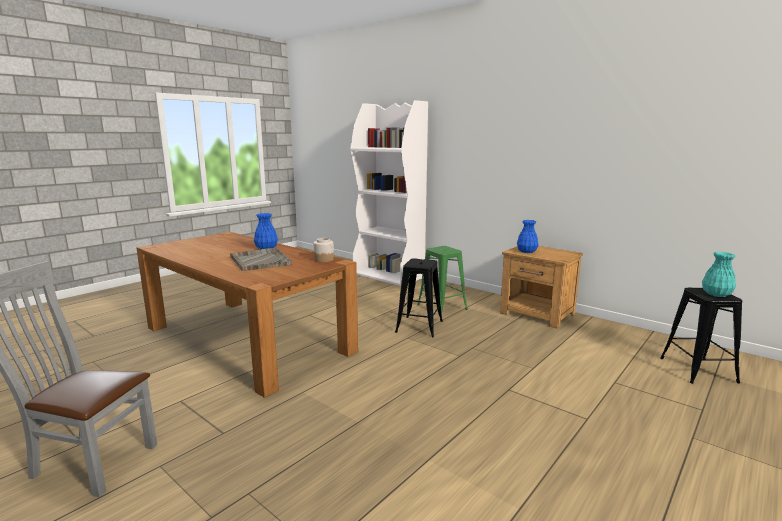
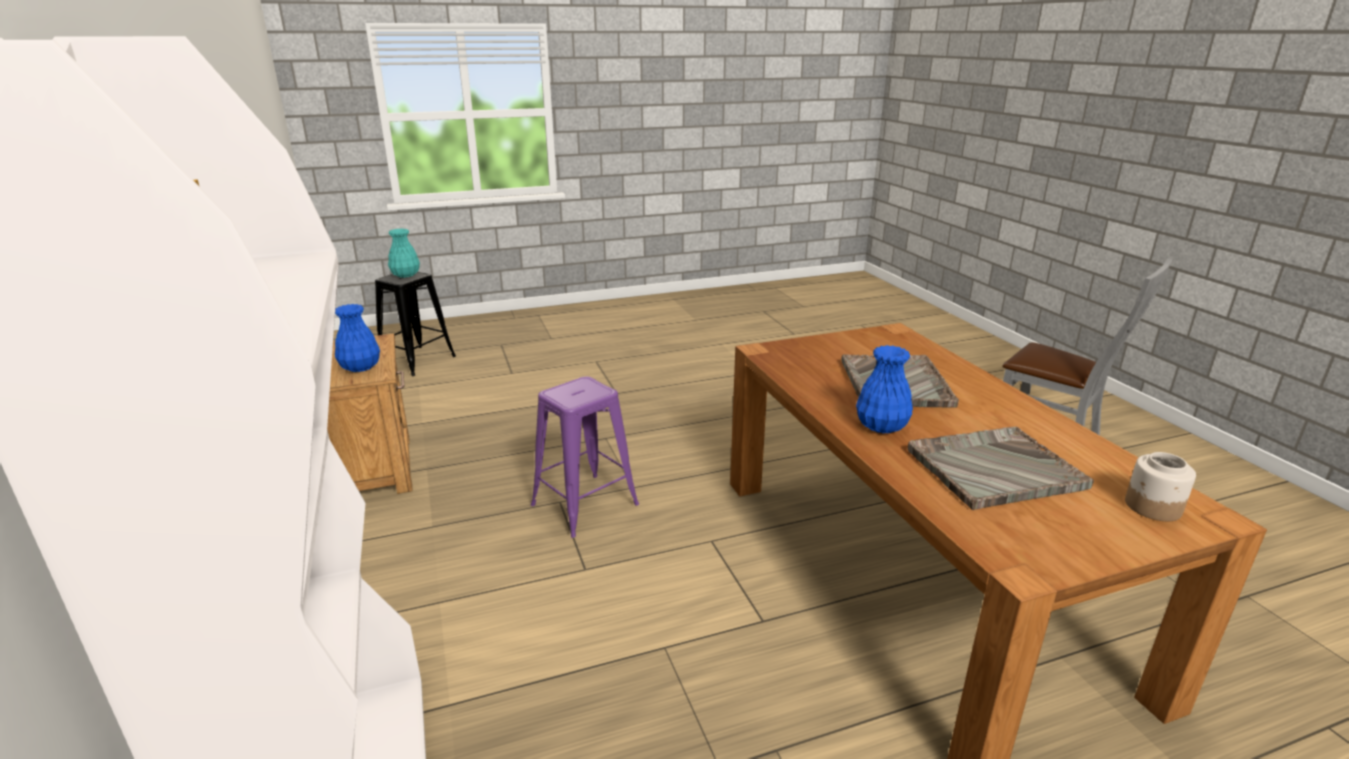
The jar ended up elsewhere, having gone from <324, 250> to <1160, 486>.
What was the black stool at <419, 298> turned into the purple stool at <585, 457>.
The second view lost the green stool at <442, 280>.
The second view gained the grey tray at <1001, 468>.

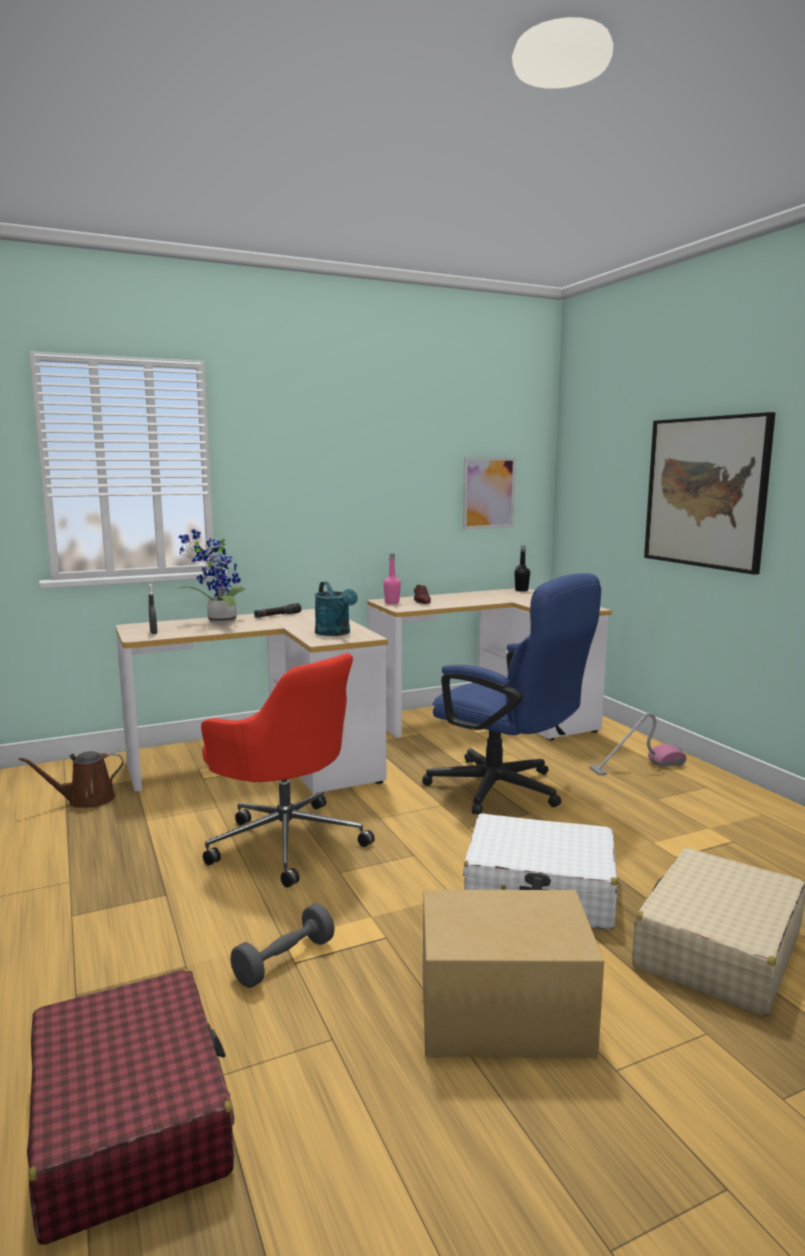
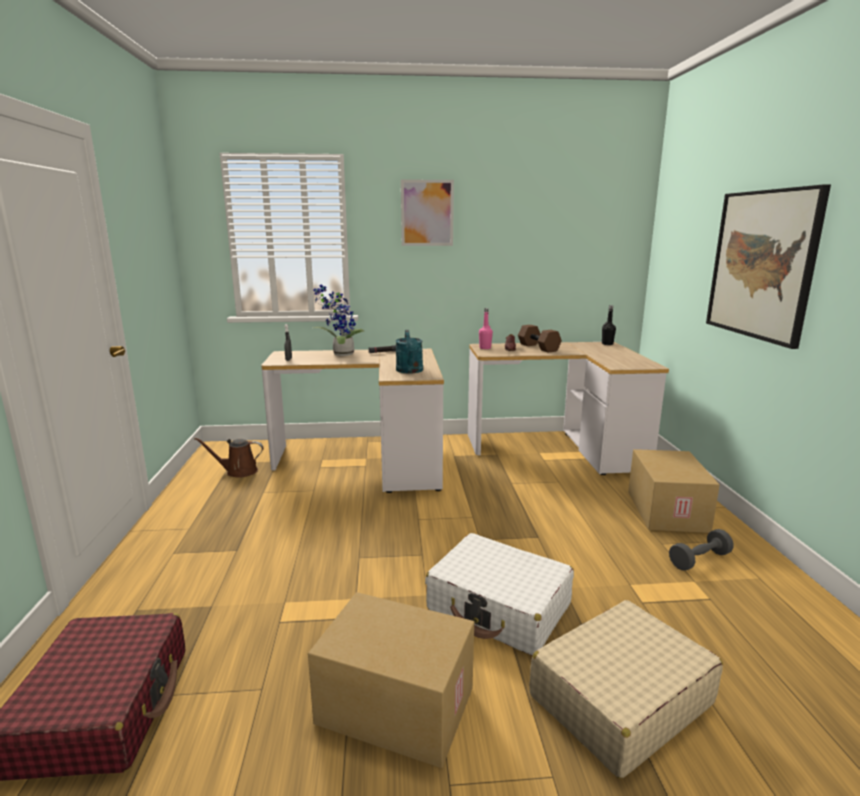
The second view lost the red office chair at <288, 770>.
The grey dumbbell ended up elsewhere, having gone from <282, 945> to <701, 550>.
The second view lost the blue office chair at <511, 694>.
The picture ended up elsewhere, having gone from <489, 493> to <427, 212>.
Where the vacuum cleaner stood at <637, 744>, the cardboard box came to stand at <674, 491>.
The second view gained the brown dumbbell at <540, 338>.

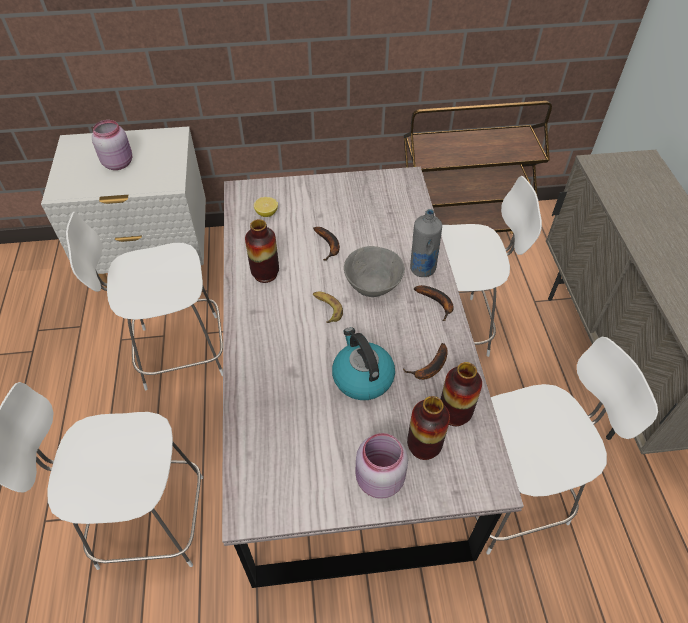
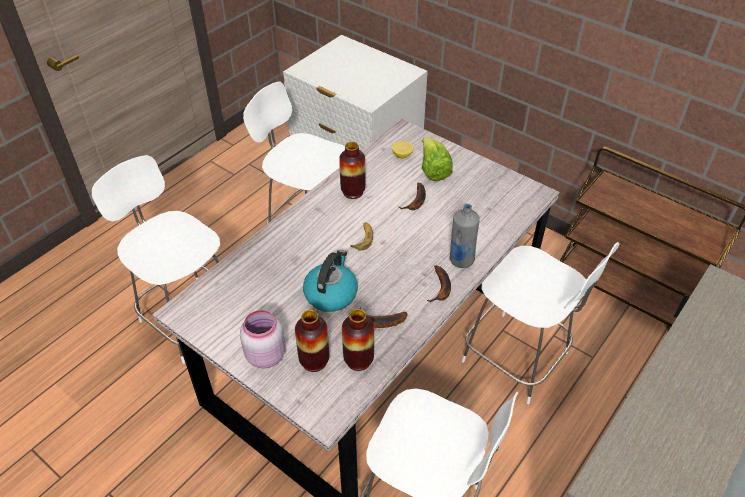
The second view lost the pink jar at <112, 145>.
The second view lost the grey bowl at <374, 271>.
The second view gained the lettuce at <437, 159>.

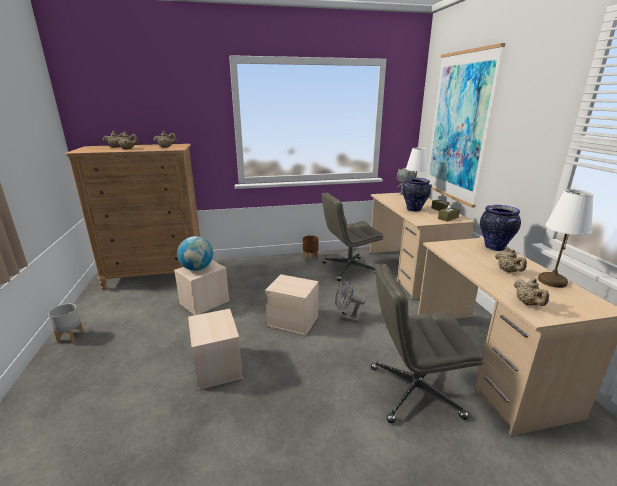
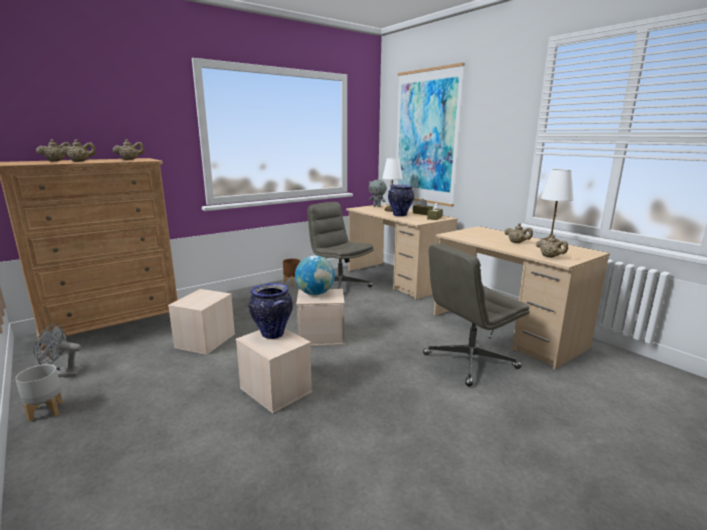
The globe ended up elsewhere, having gone from <195, 253> to <315, 275>.
The grey office chair at <352, 236> ended up facing another way, 90 degrees clockwise from before.
The grey fan ended up elsewhere, having gone from <350, 301> to <58, 350>.
The vase ended up elsewhere, having gone from <500, 228> to <271, 311>.

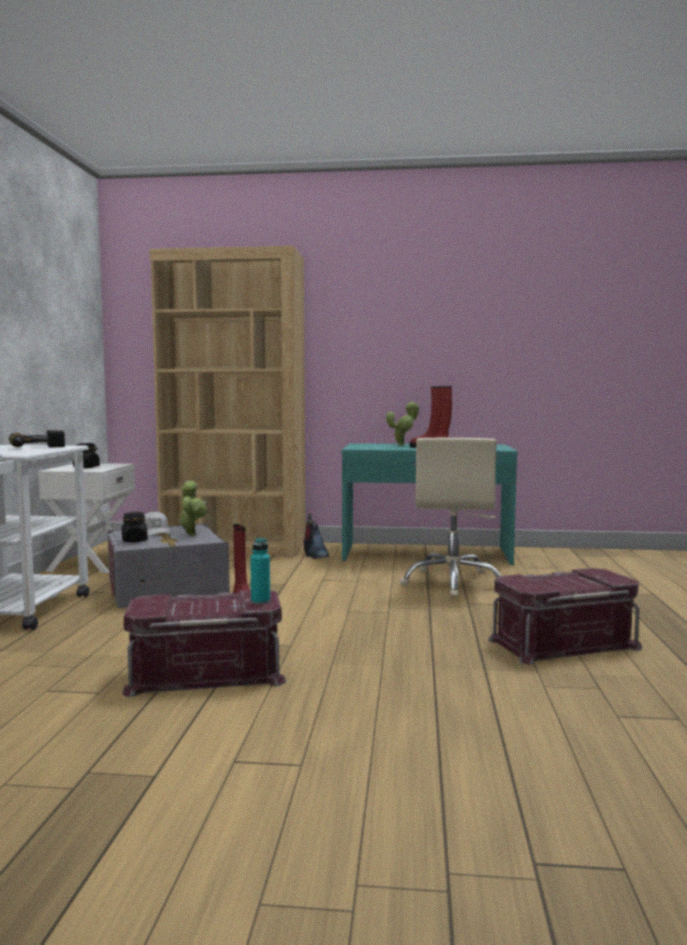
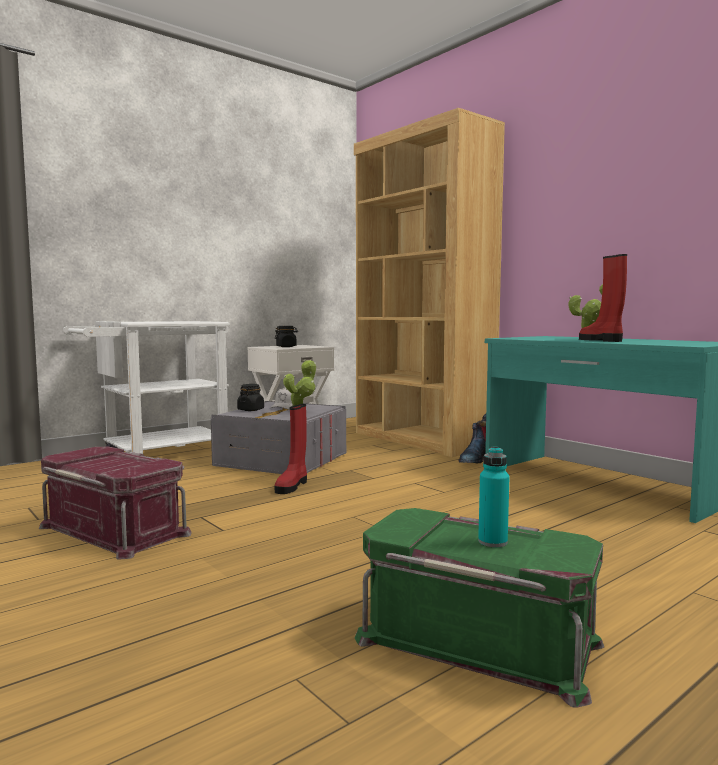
The second view lost the power drill at <37, 438>.
The turquoise bottle ended up elsewhere, having gone from <260, 571> to <493, 497>.
The second view lost the beige office chair at <450, 518>.
What was the red storage box at <565, 616> turned into the green storage box at <479, 608>.

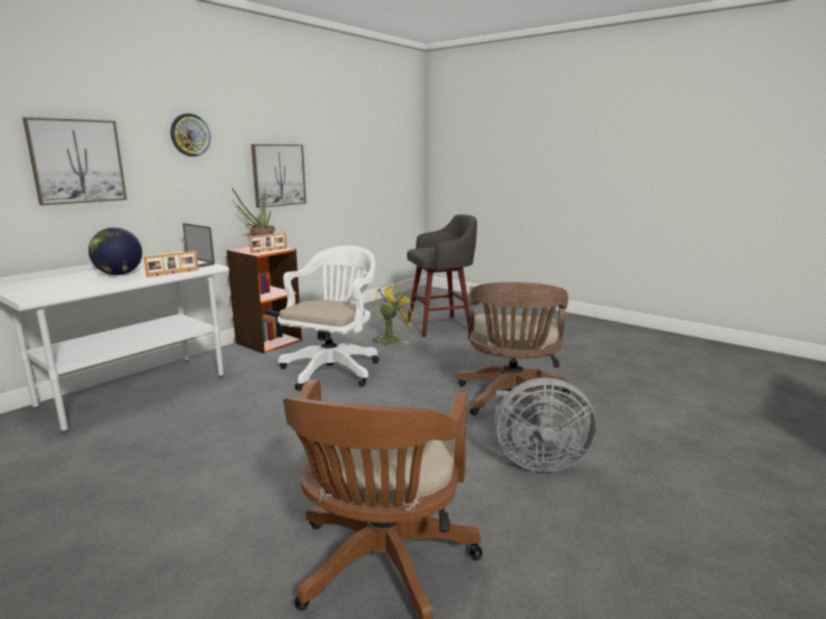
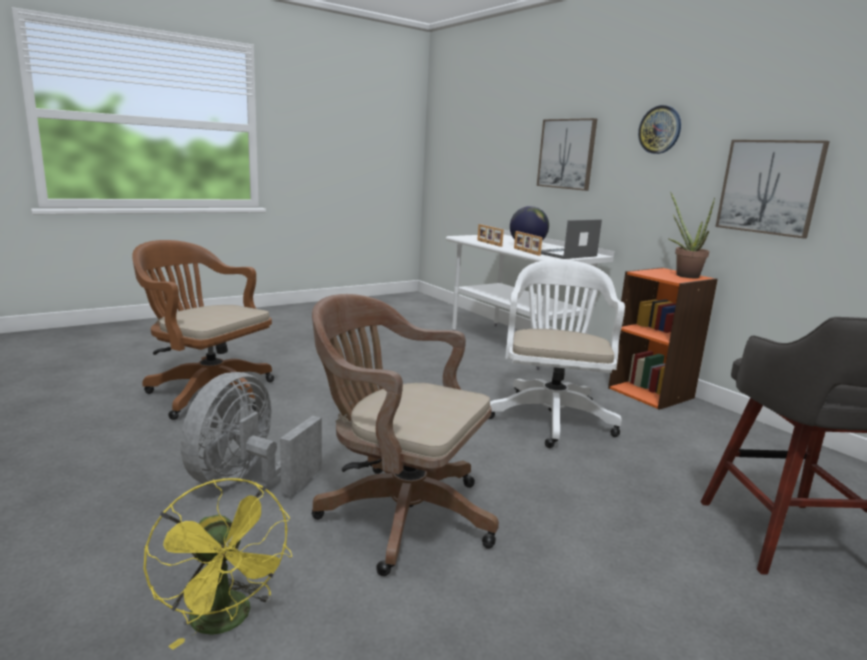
The picture frame ended up elsewhere, having gone from <268, 242> to <490, 235>.
The white office chair at <328, 318> ended up facing another way, 120 degrees counterclockwise from before.
The yellow fan ended up elsewhere, having gone from <394, 313> to <218, 564>.

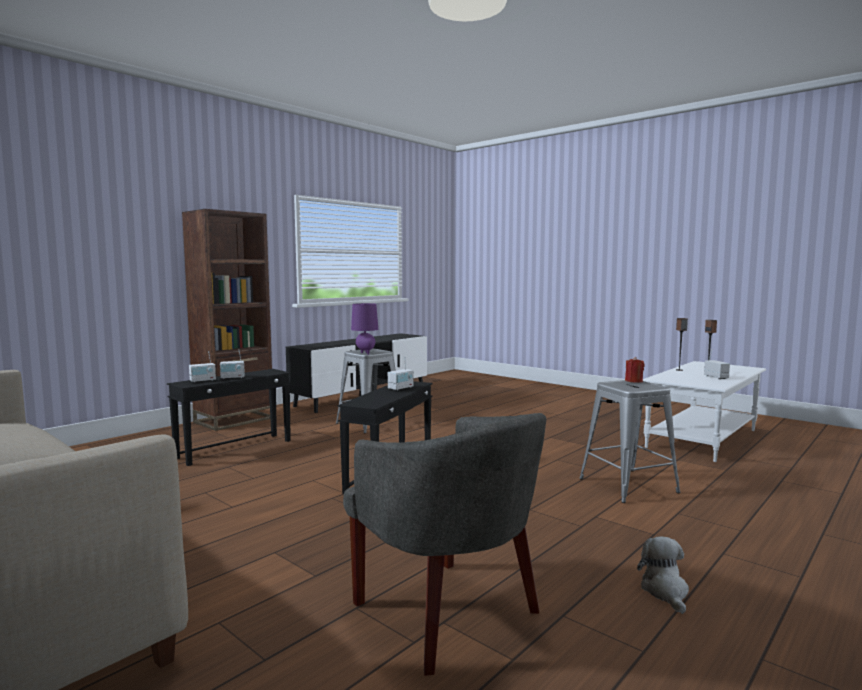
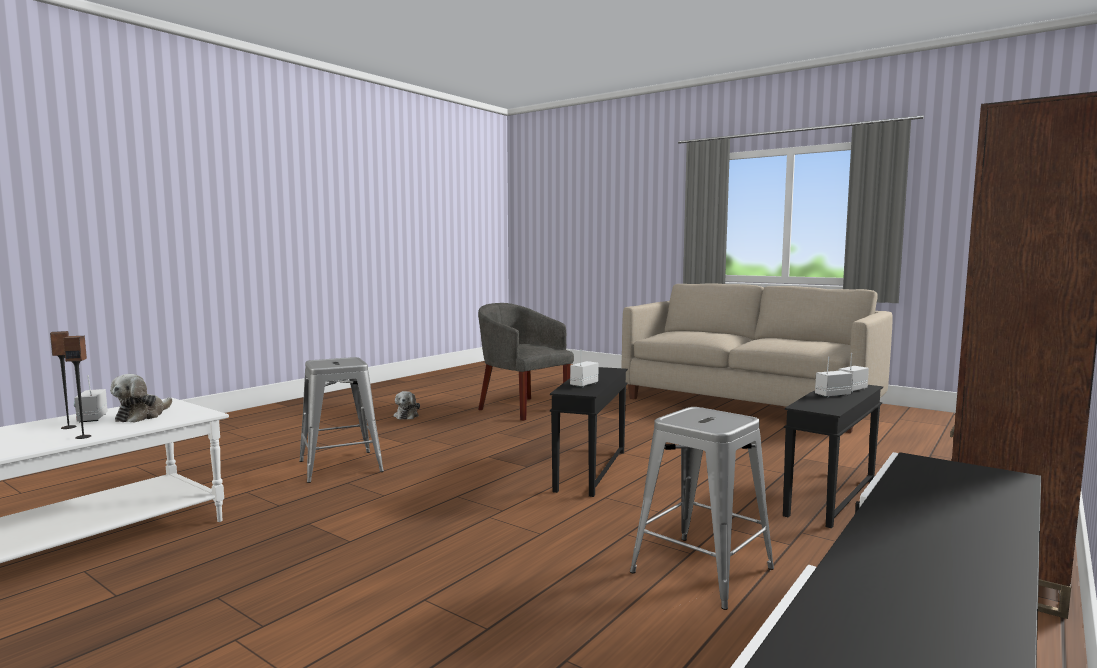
The second view lost the purple table lamp at <364, 328>.
The second view lost the red candle at <634, 370>.
The second view gained the plush toy at <141, 398>.

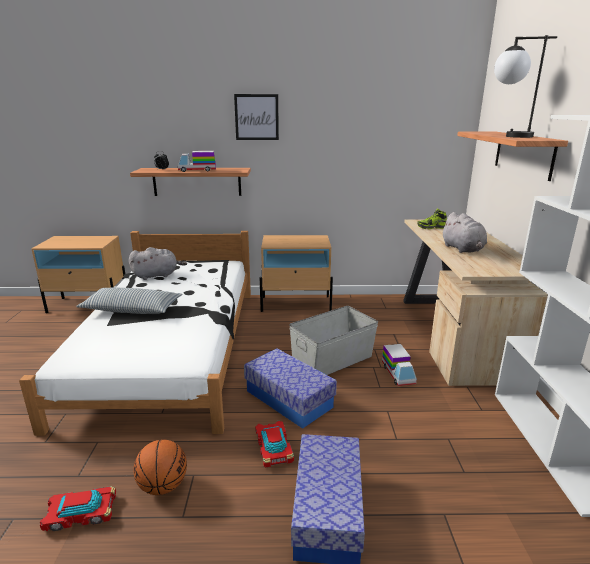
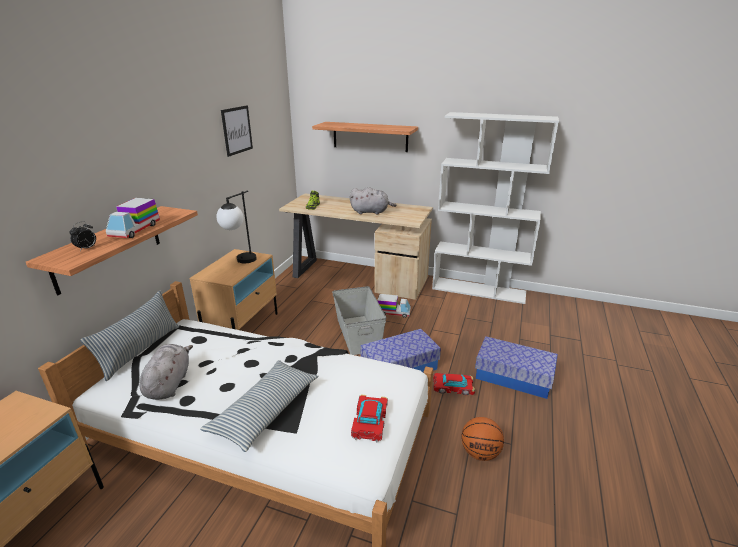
The toy car ended up elsewhere, having gone from <78, 508> to <369, 418>.
The picture ended up elsewhere, having gone from <256, 117> to <237, 131>.
The table lamp ended up elsewhere, having gone from <525, 86> to <236, 226>.
The second view gained the pillow at <129, 335>.

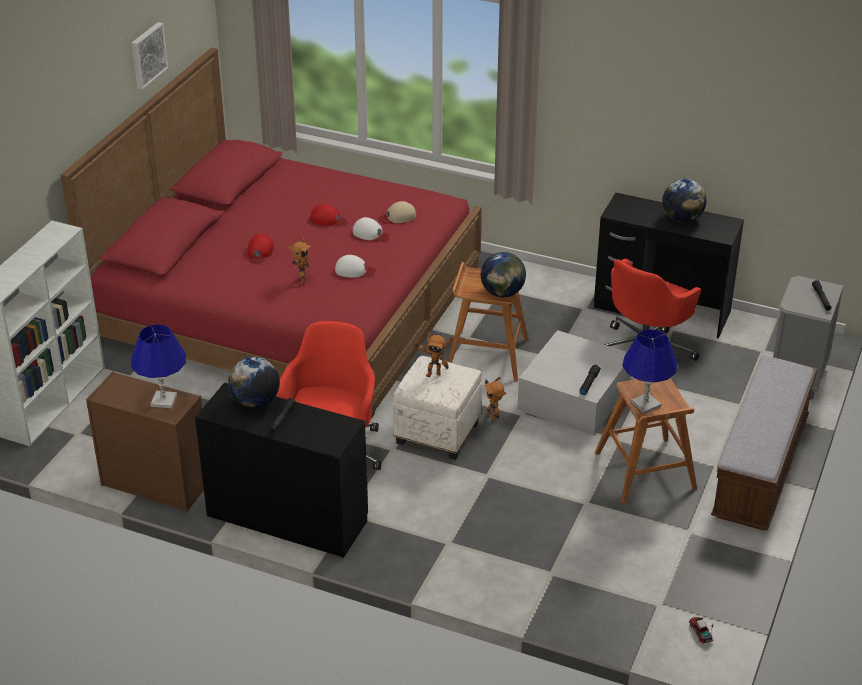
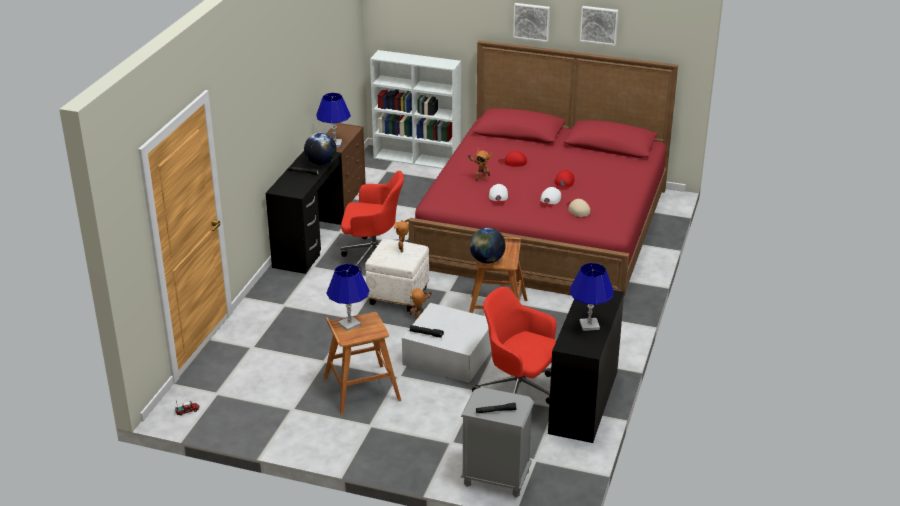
Where the globe stood at <685, 200>, the blue table lamp came to stand at <592, 297>.
The second view lost the bench at <764, 443>.
The second view gained the picture at <531, 22>.

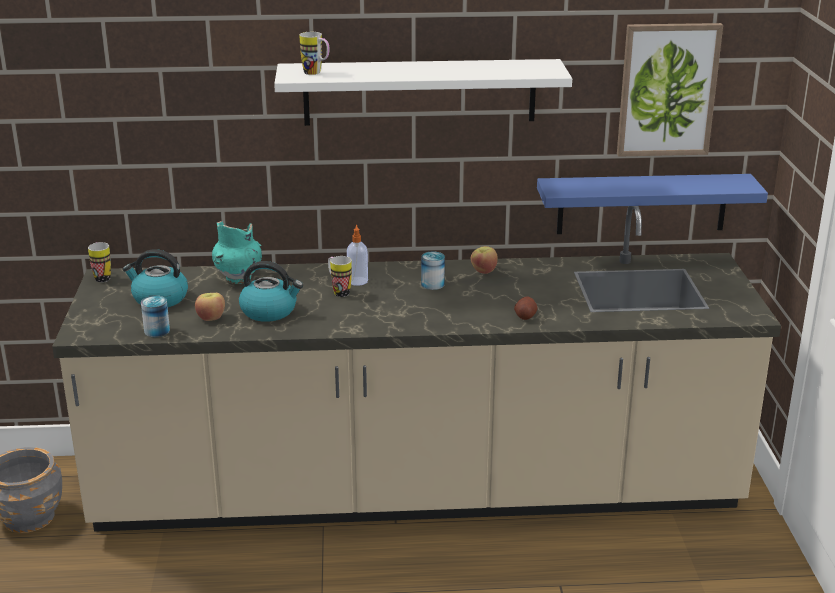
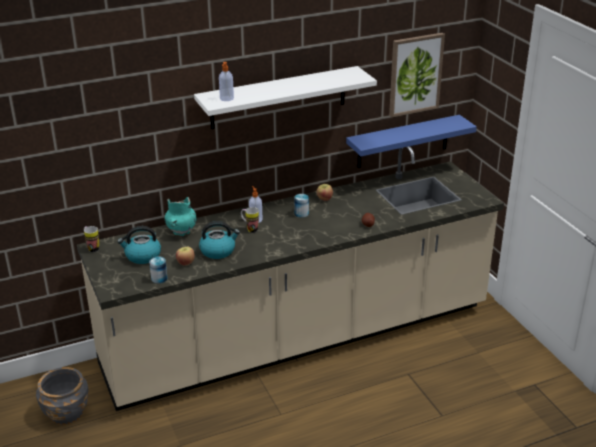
Where the mug stood at <314, 53>, the soap dispenser came to stand at <226, 81>.

